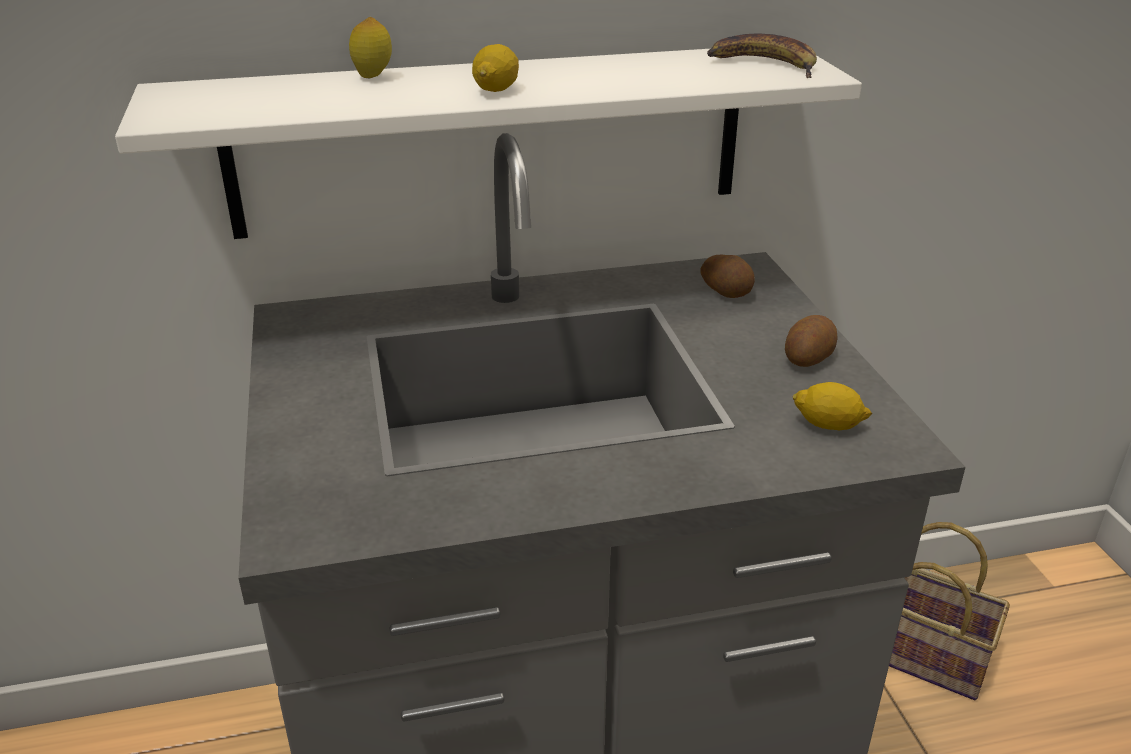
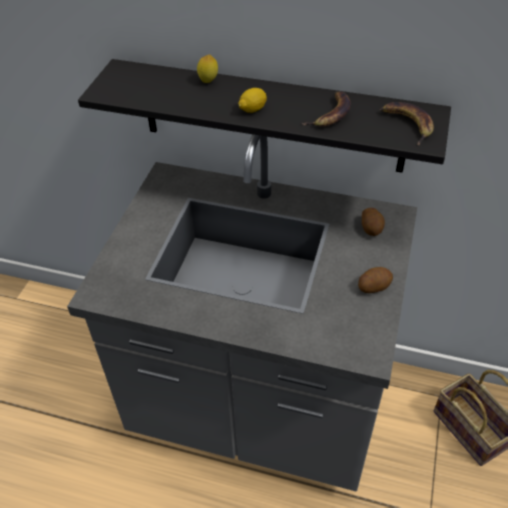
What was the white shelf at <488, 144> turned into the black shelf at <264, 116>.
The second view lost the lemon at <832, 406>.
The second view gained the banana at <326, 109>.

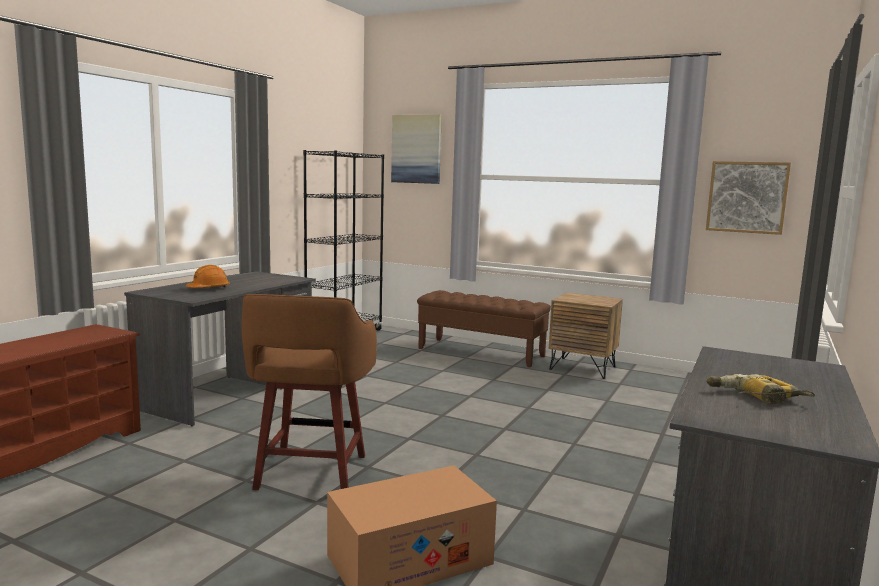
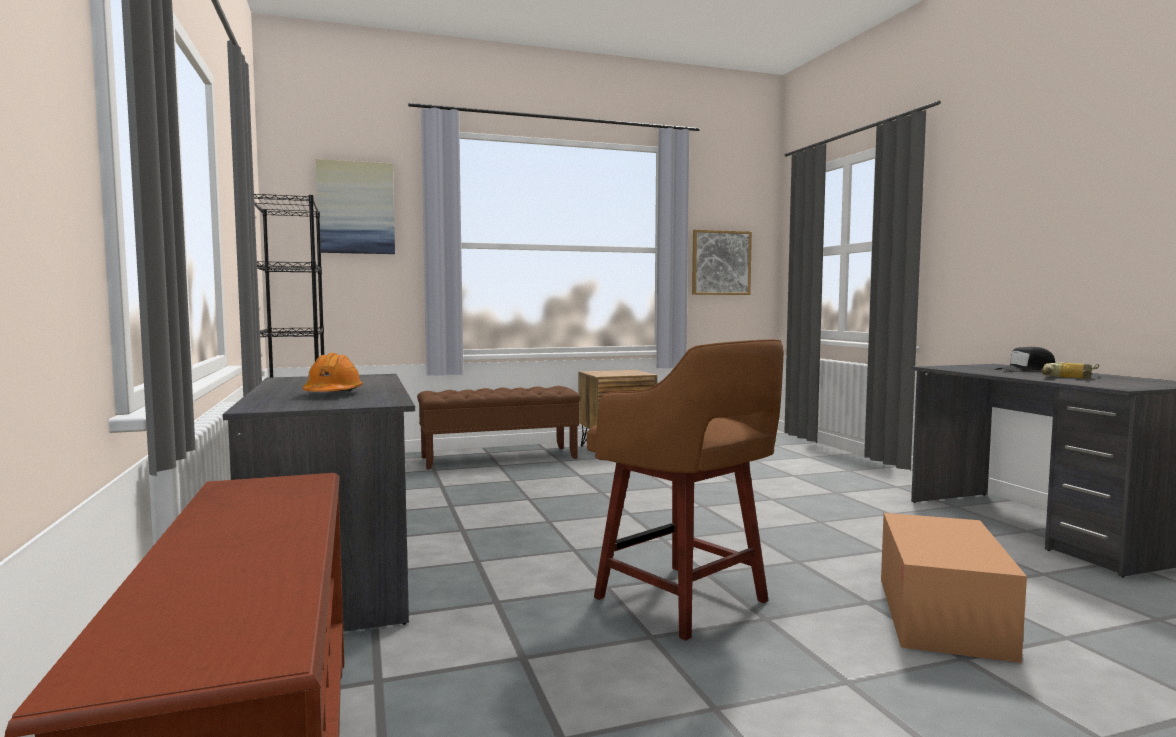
The second view gained the black cap at <1024, 359>.

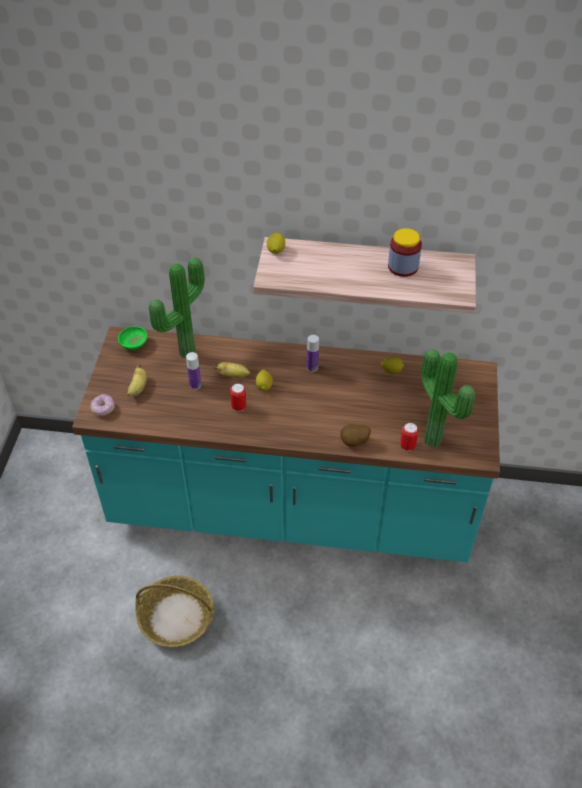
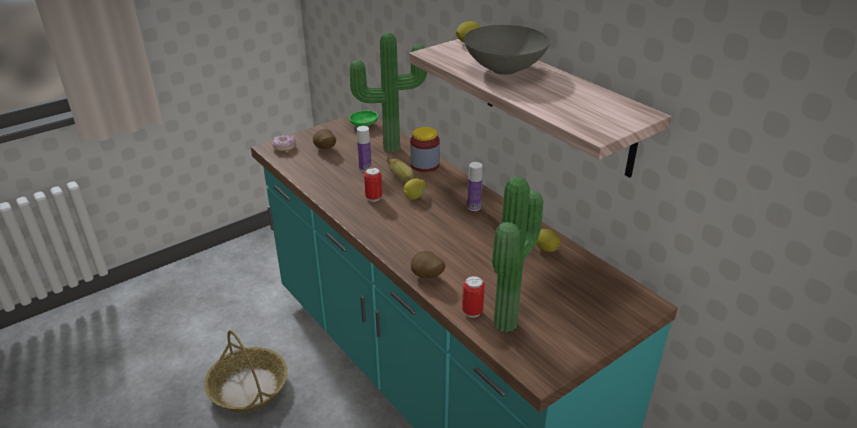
Where the banana stood at <137, 380>, the potato came to stand at <324, 139>.
The jar ended up elsewhere, having gone from <405, 252> to <425, 149>.
The second view gained the grey bowl at <507, 50>.

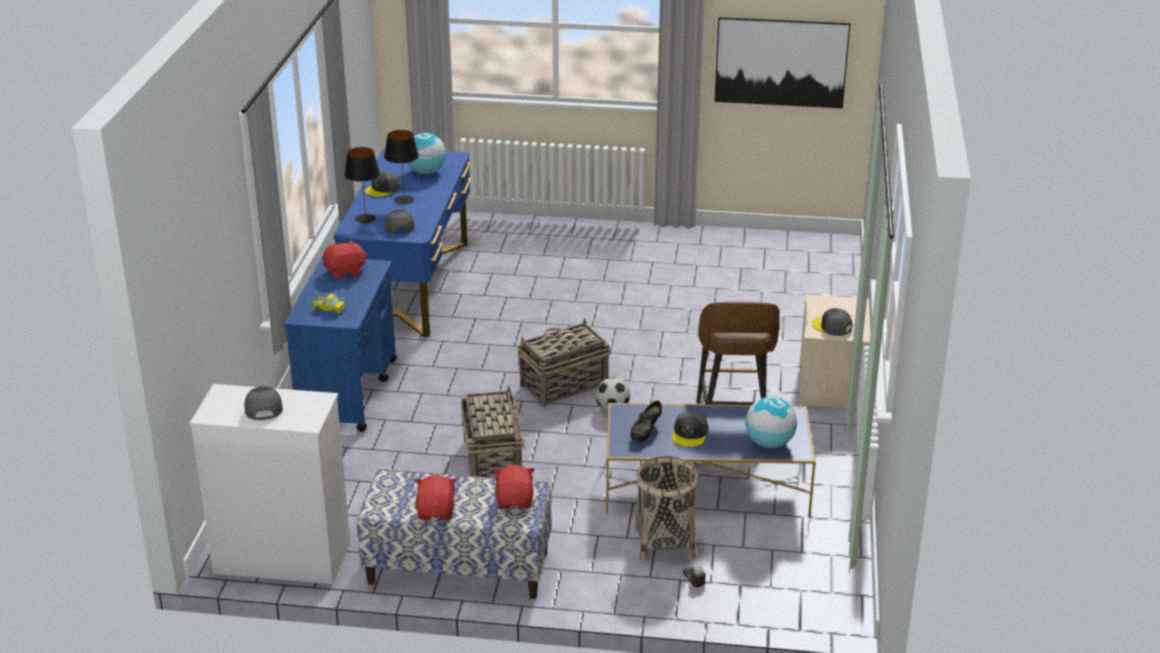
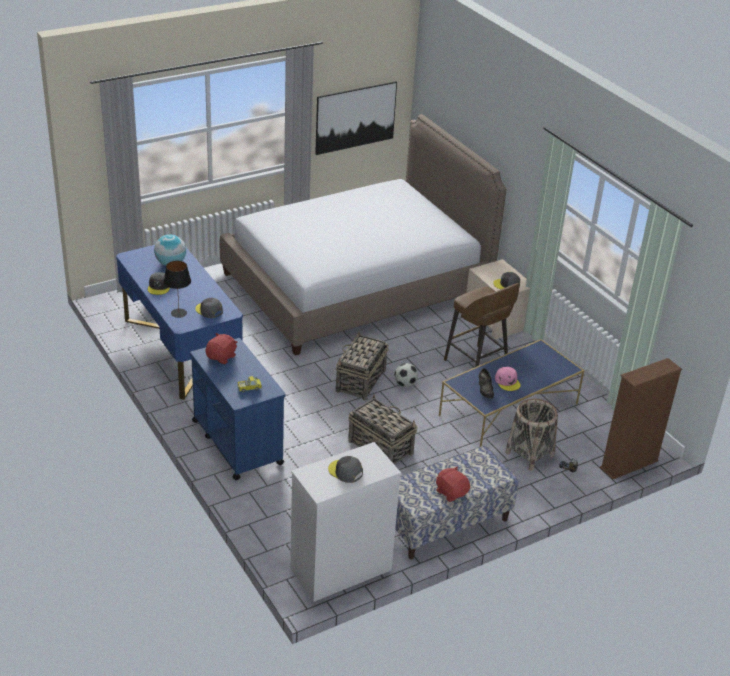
The second view lost the black table lamp at <401, 167>.
The second view lost the red plush toy at <514, 487>.
What was the grey cap at <690, 429> turned into the pink cap at <507, 379>.
The second view lost the globe at <771, 422>.
The second view gained the bed at <363, 235>.
The second view gained the brown bookcase at <641, 419>.

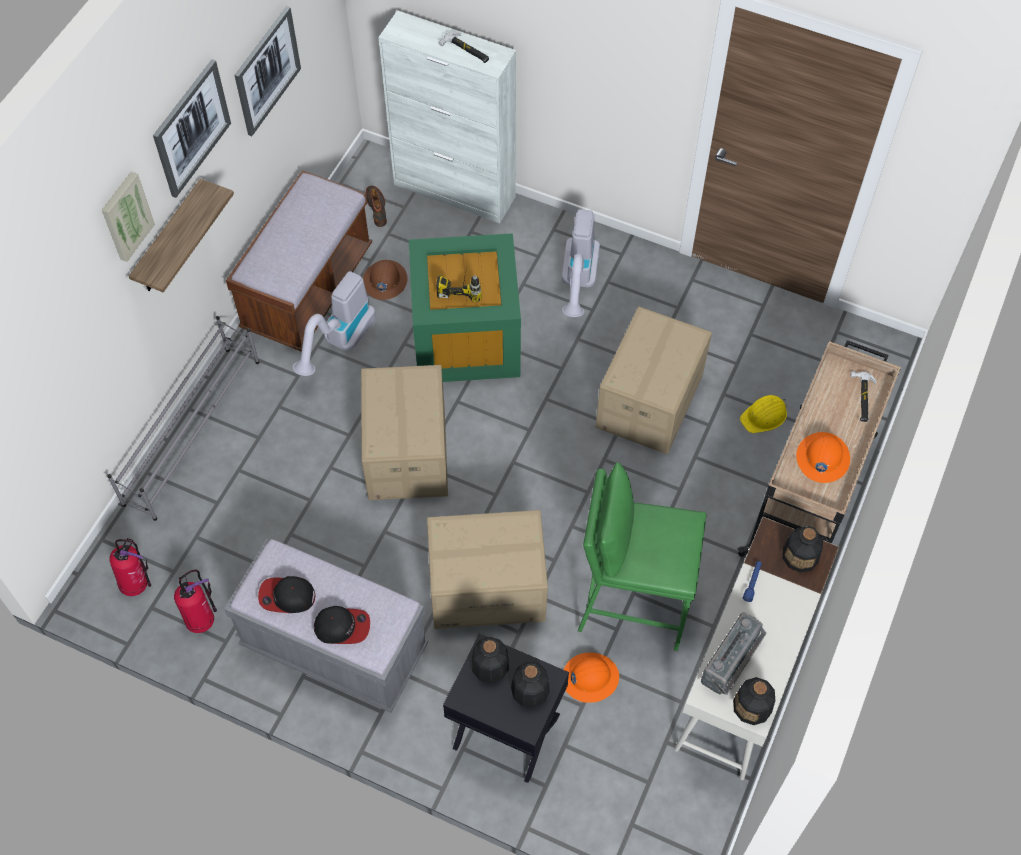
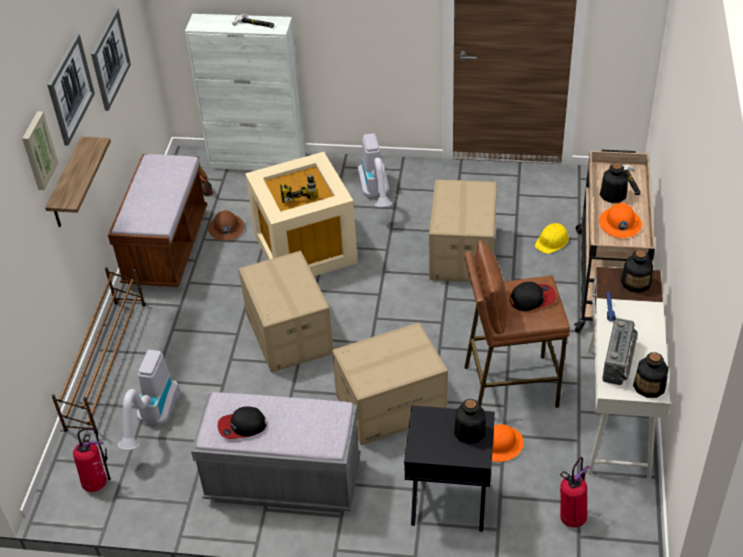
What was the grey shoe rack at <183, 418> turned into the brown shoe rack at <98, 350>.
The fire extinguisher ended up elsewhere, having gone from <195, 601> to <575, 492>.
The vacuum cleaner ended up elsewhere, having gone from <334, 323> to <149, 400>.
The cap ended up elsewhere, having gone from <342, 625> to <533, 296>.
What was the green storage box at <465, 307> turned into the beige storage box at <301, 214>.
The bottle ended up elsewhere, having gone from <490, 660> to <614, 183>.
What was the green stool at <642, 556> turned into the brown stool at <517, 324>.

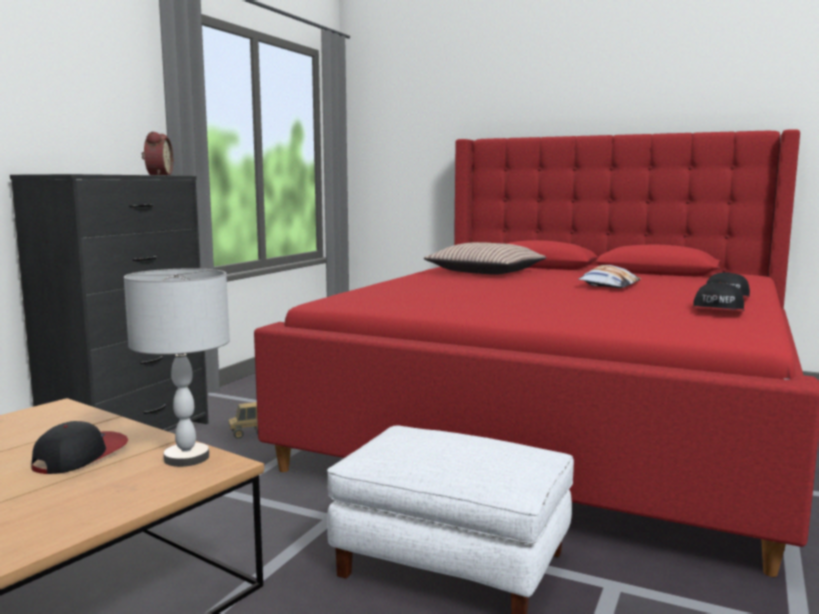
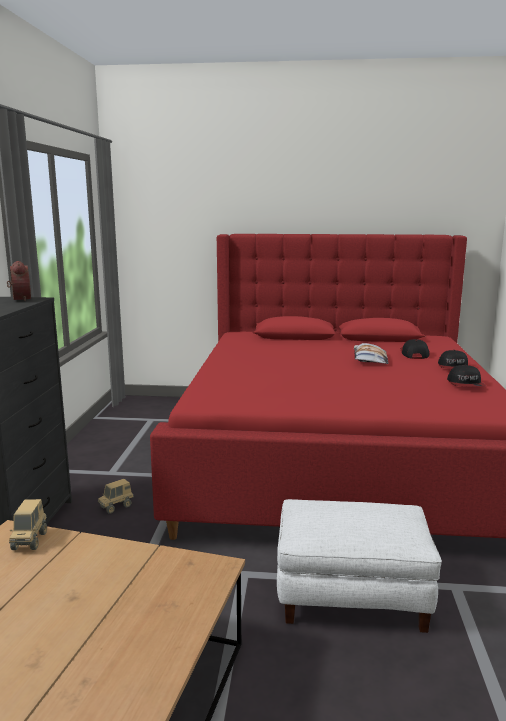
The cap ended up elsewhere, having gone from <80, 447> to <415, 349>.
The second view lost the grey table lamp at <177, 367>.
The second view lost the pillow at <485, 258>.
The second view gained the toy truck at <28, 524>.

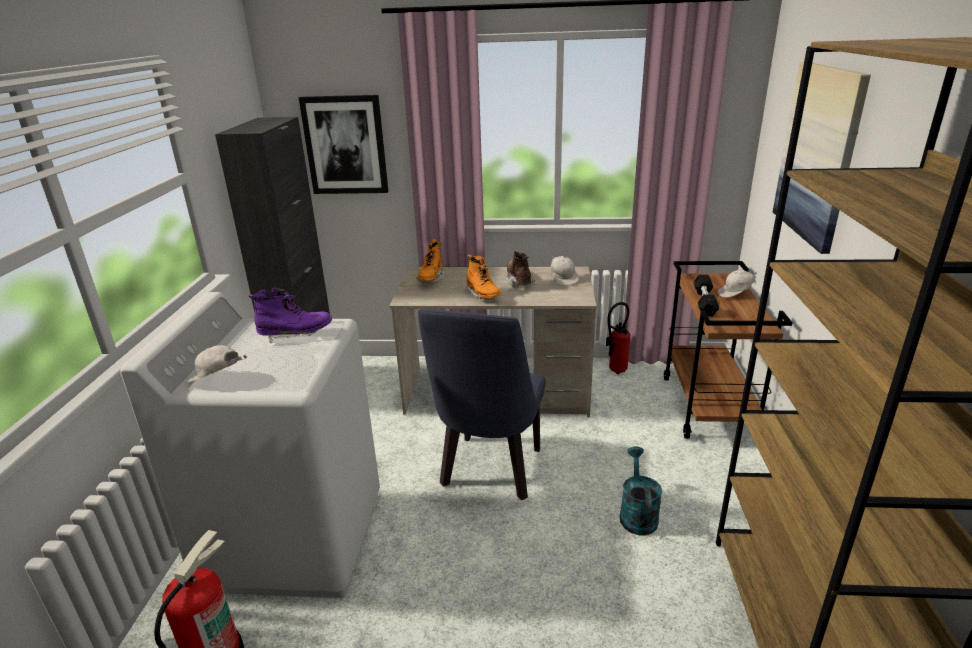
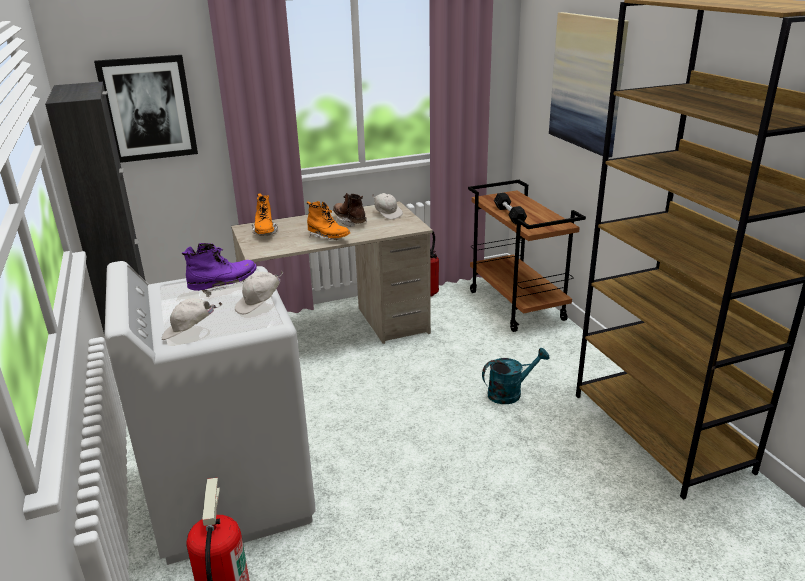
The second view lost the blue chair at <482, 404>.
The turquoise watering can at <641, 491> ended up facing another way, 90 degrees clockwise from before.
The white cap ended up elsewhere, having gone from <737, 284> to <259, 292>.

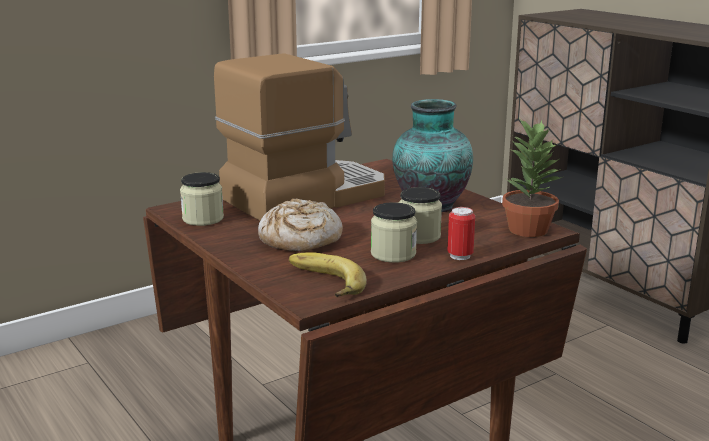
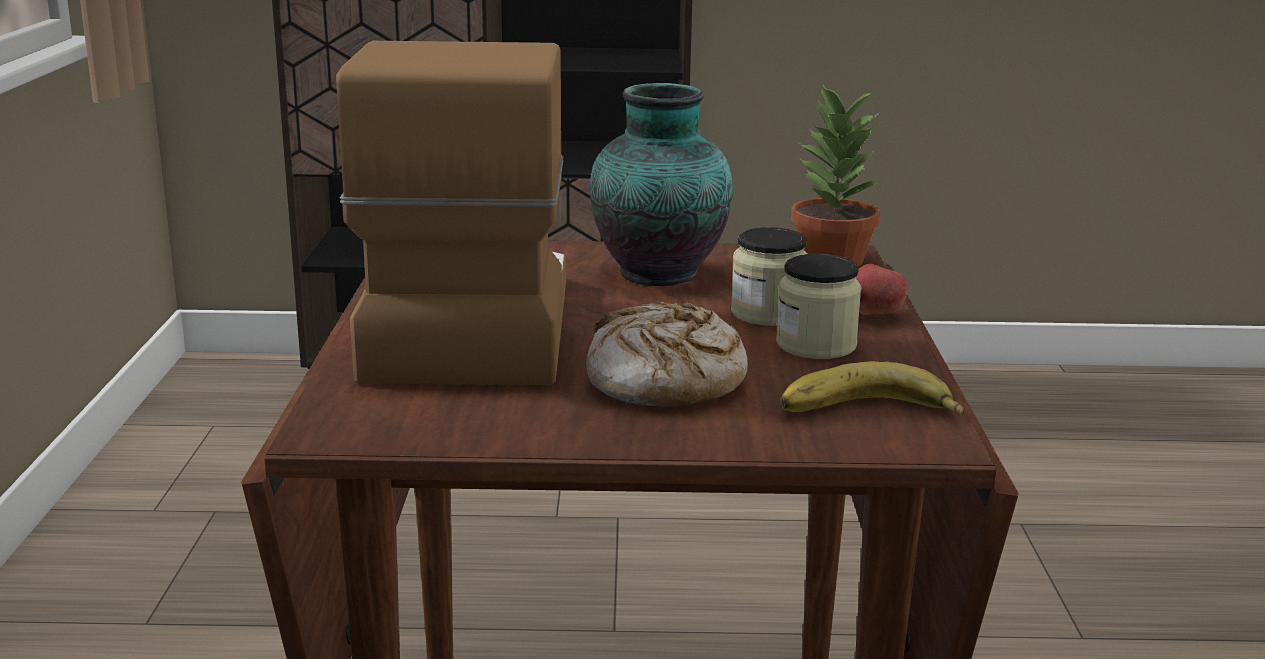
The second view lost the jar at <202, 199>.
Where the can stood at <461, 233>, the apple came to stand at <882, 289>.

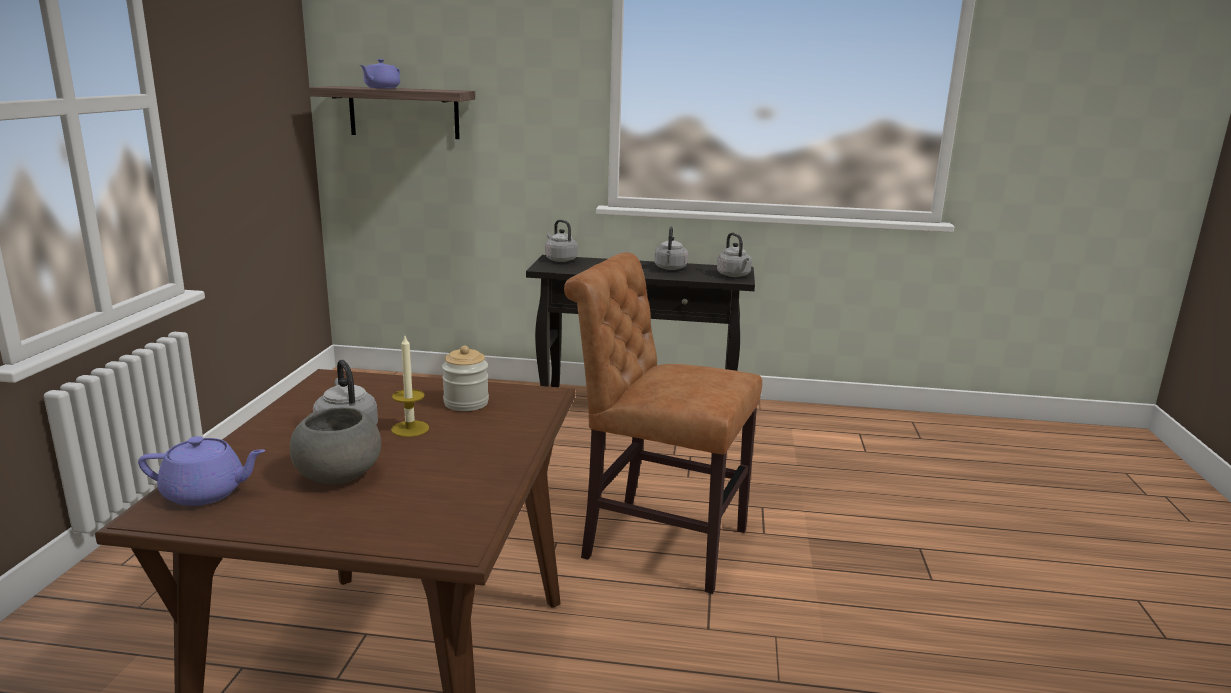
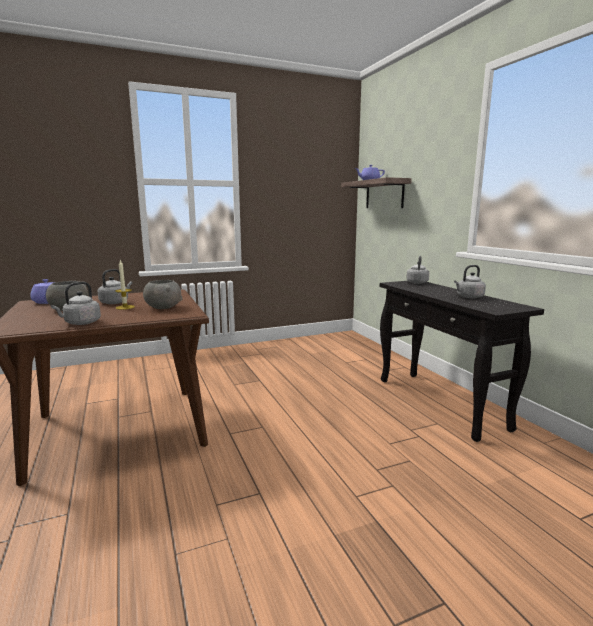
Where the jar stood at <465, 378>, the grey bowl came to stand at <163, 294>.
The second view lost the brown chair at <663, 423>.
The grey kettle ended up elsewhere, having gone from <734, 255> to <76, 303>.

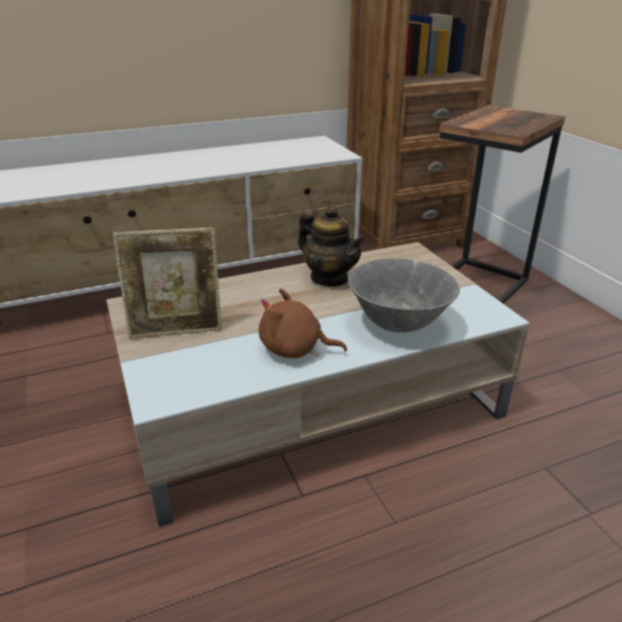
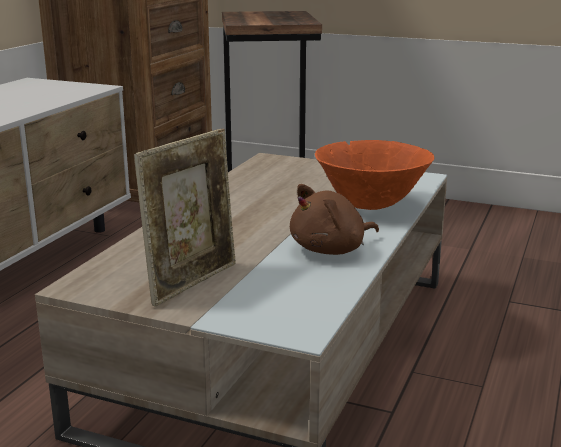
The second view lost the teapot at <331, 245>.
What was the grey bowl at <404, 295> turned into the orange bowl at <374, 175>.

